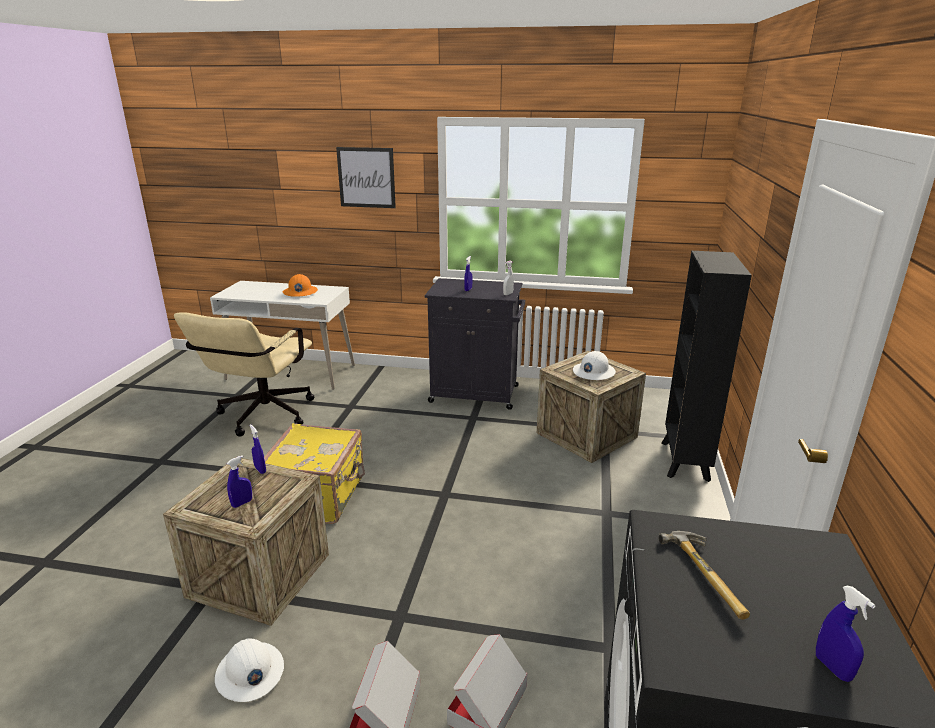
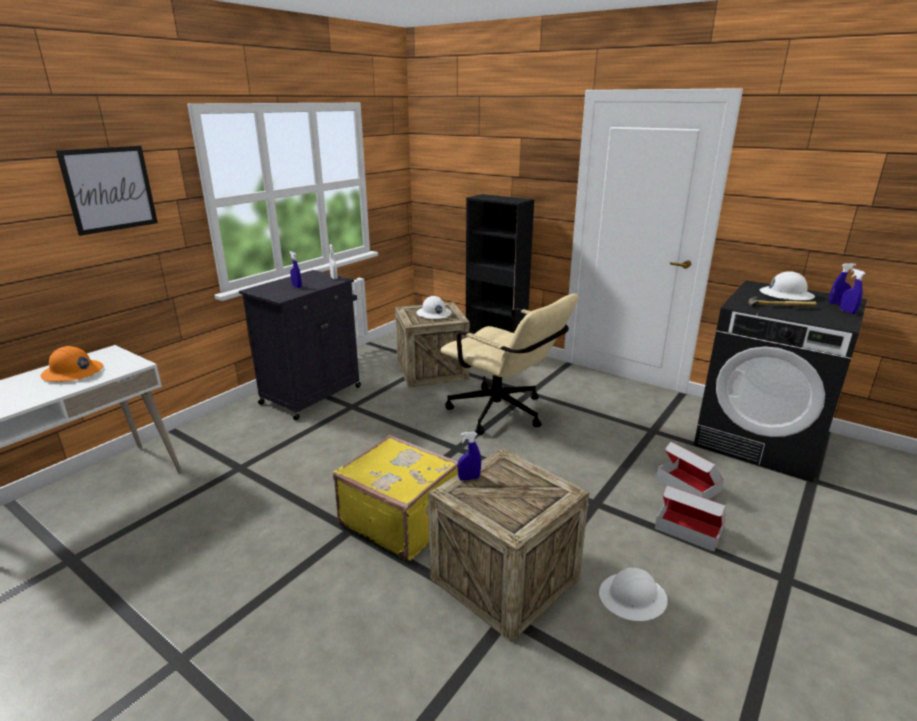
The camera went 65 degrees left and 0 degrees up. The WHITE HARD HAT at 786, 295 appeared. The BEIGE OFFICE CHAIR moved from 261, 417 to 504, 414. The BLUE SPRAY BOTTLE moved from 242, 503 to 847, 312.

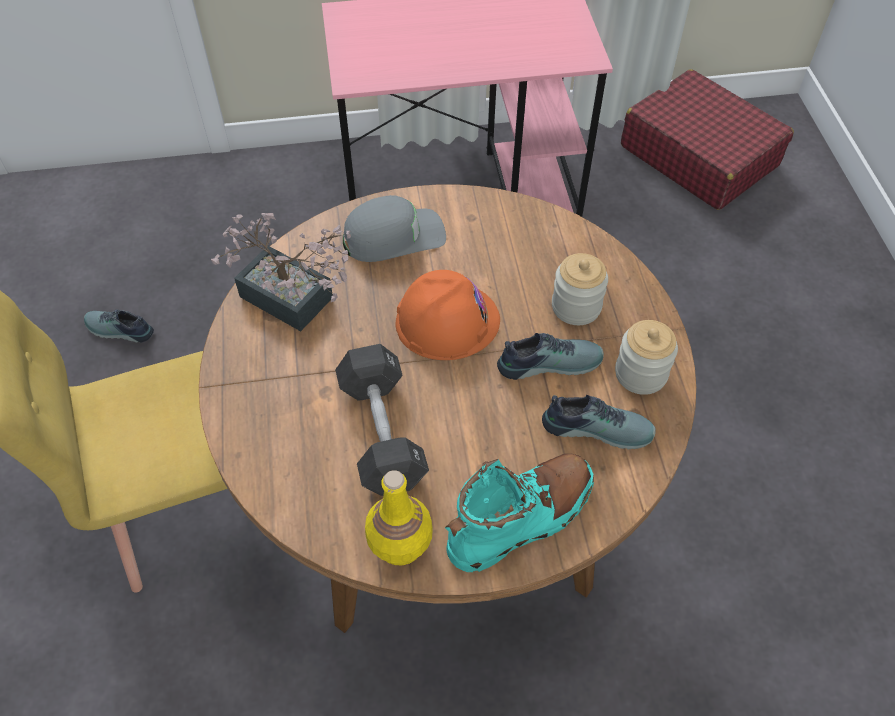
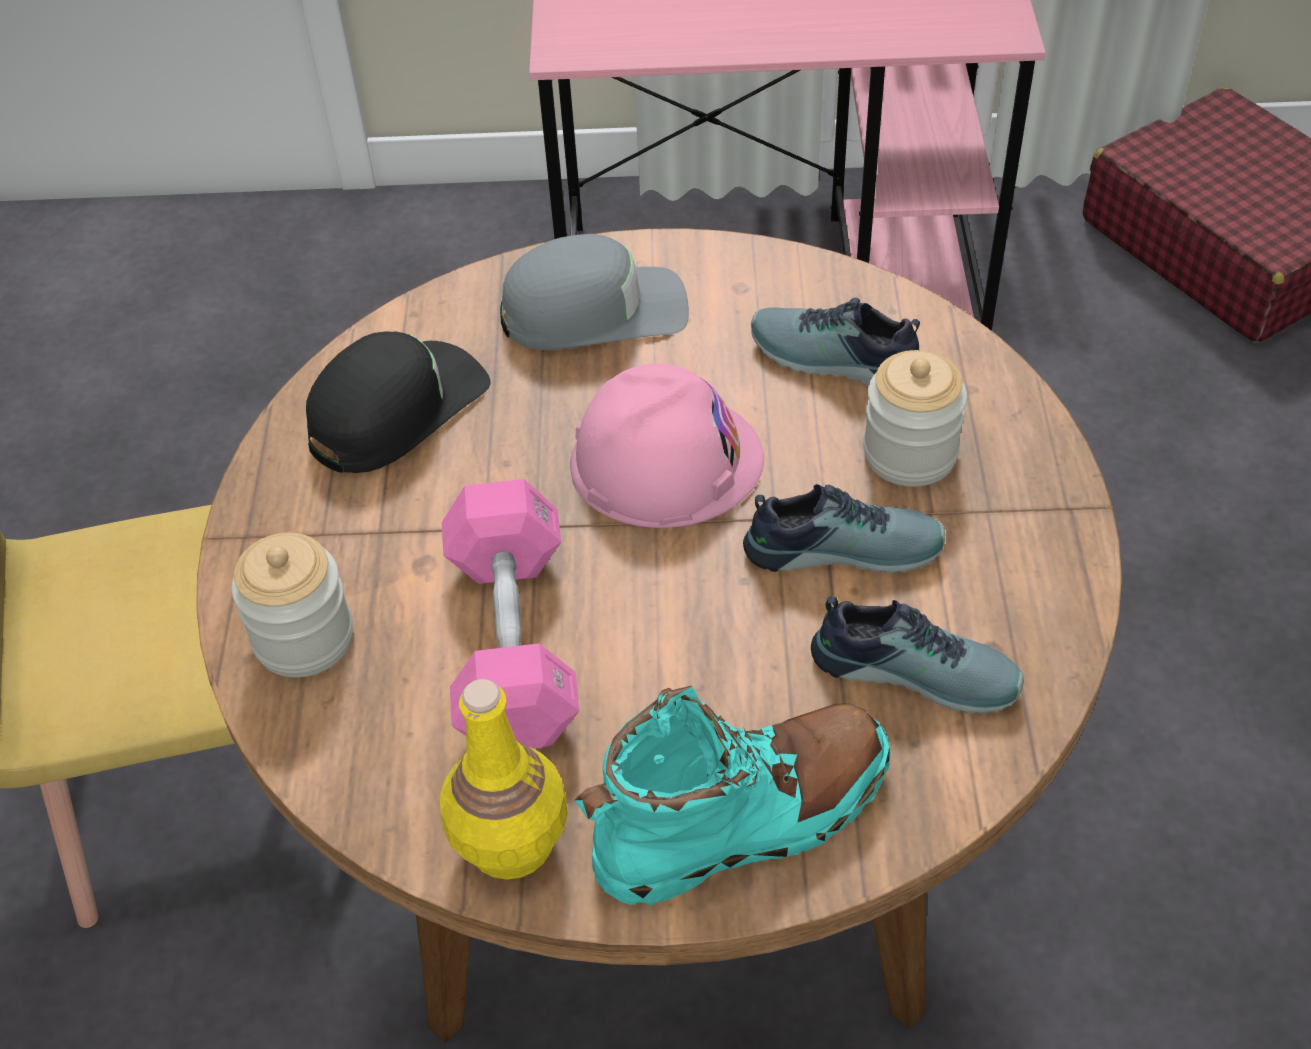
The camera went 10 degrees right and 5 degrees down. The SHOE moved from 119, 331 to 834, 360. The JAR moved from 641, 373 to 304, 638. The POTTED PLANT at 294, 302 was replaced by the BLACK CAP at 396, 409. The BLACK DUMBBELL at 382, 432 became the PINK DUMBBELL at 512, 643. The ORANGE HARD HAT at 447, 321 became the PINK HARD HAT at 665, 460.

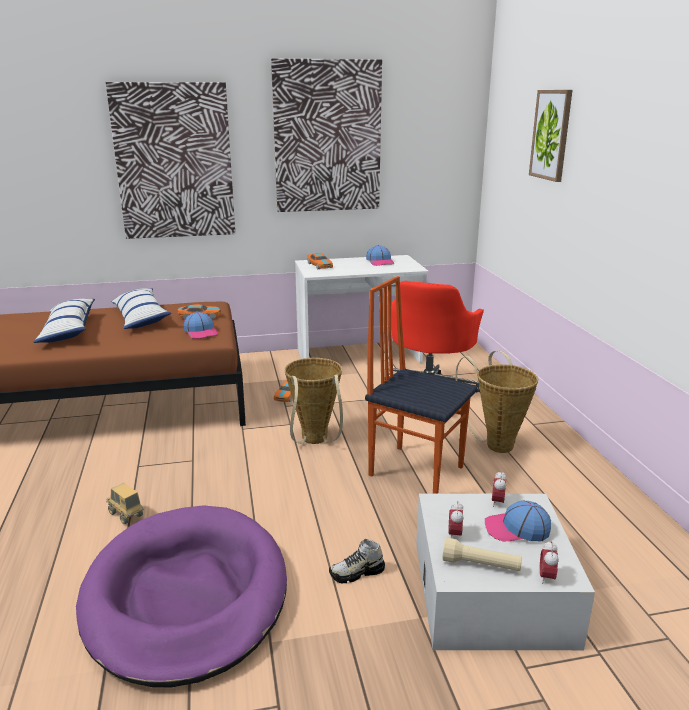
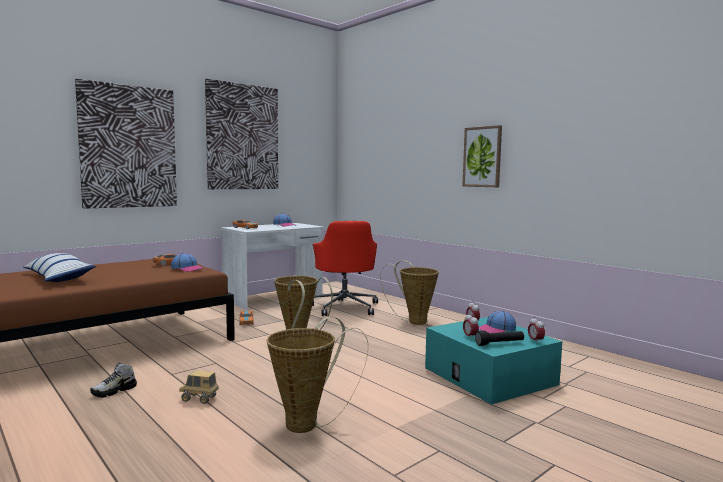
The camera went 30 degrees left and 15 degrees down. The PILLOW at 140, 318 disappeared. The CHAIR at 416, 470 disappeared. The SHOE moved from 357, 573 to 114, 391. The PICTURE moved from 551, 135 to 482, 157. The PURPLE DOG BED at 186, 596 was replaced by the BASKET at 309, 424. The WHITE STORAGE BOX at 491, 591 became the TURQUOISE STORAGE BOX at 489, 376. The BEIGE FLASHLIGHT at 481, 565 became the BLACK FLASHLIGHT at 500, 344.

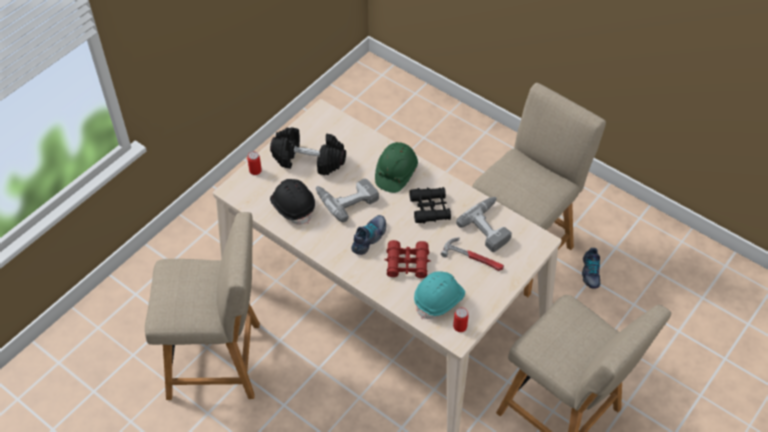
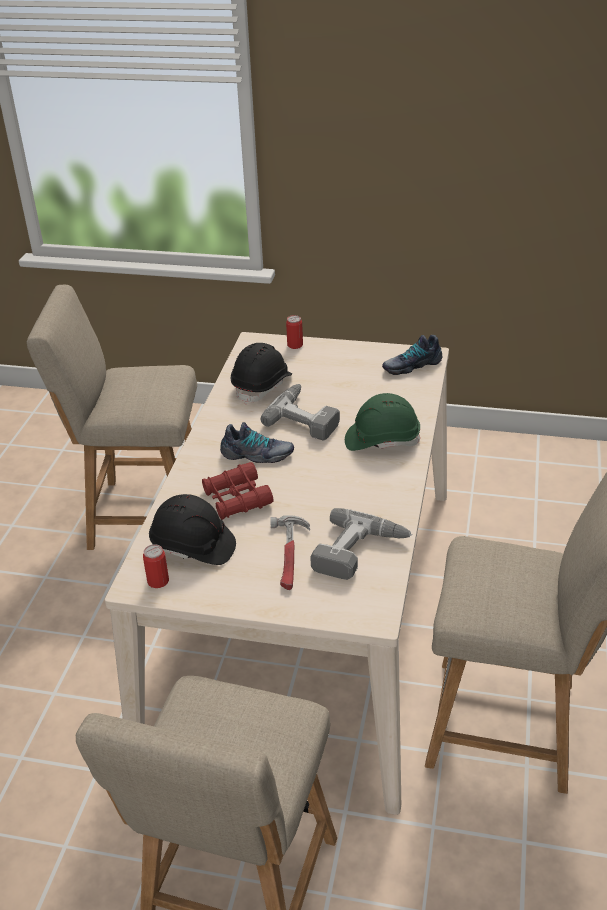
The camera went 65 degrees right and 15 degrees down. The BLACK DUMBBELL at 309, 160 disappeared. The BLACK BINOCULARS at 430, 208 disappeared. The SHOE moved from 590, 272 to 411, 365. The TURQUOISE HARD HAT at 439, 300 became the BLACK HARD HAT at 193, 547. The BEIGE CHAIR at 220, 360 turned 120 degrees clockwise.

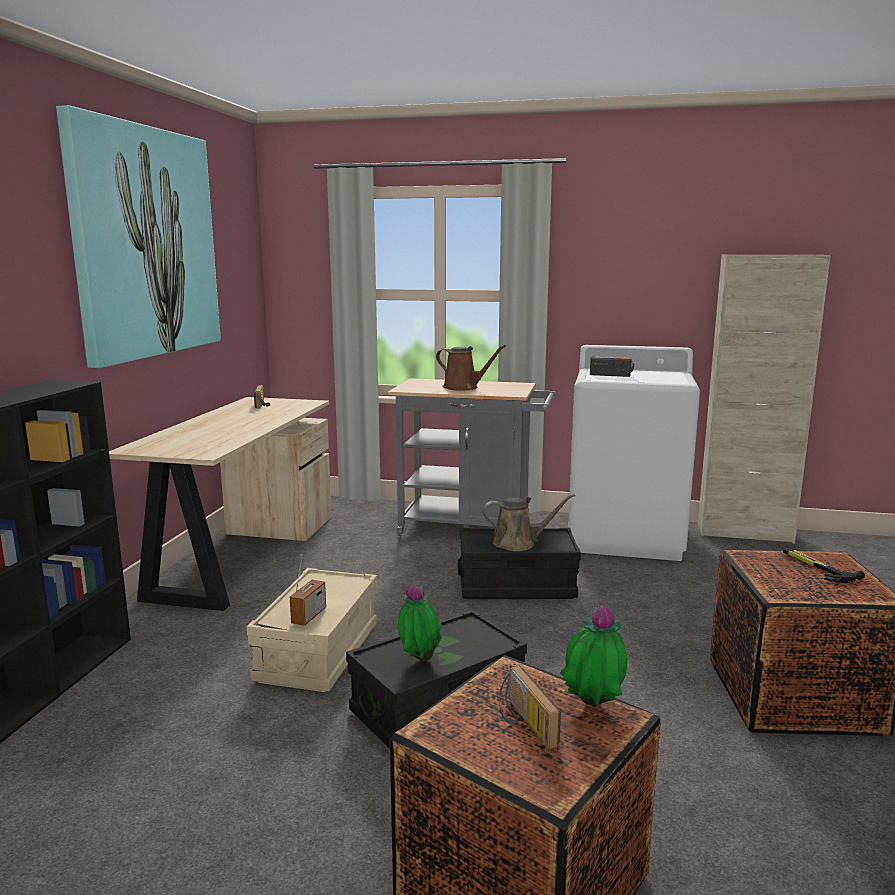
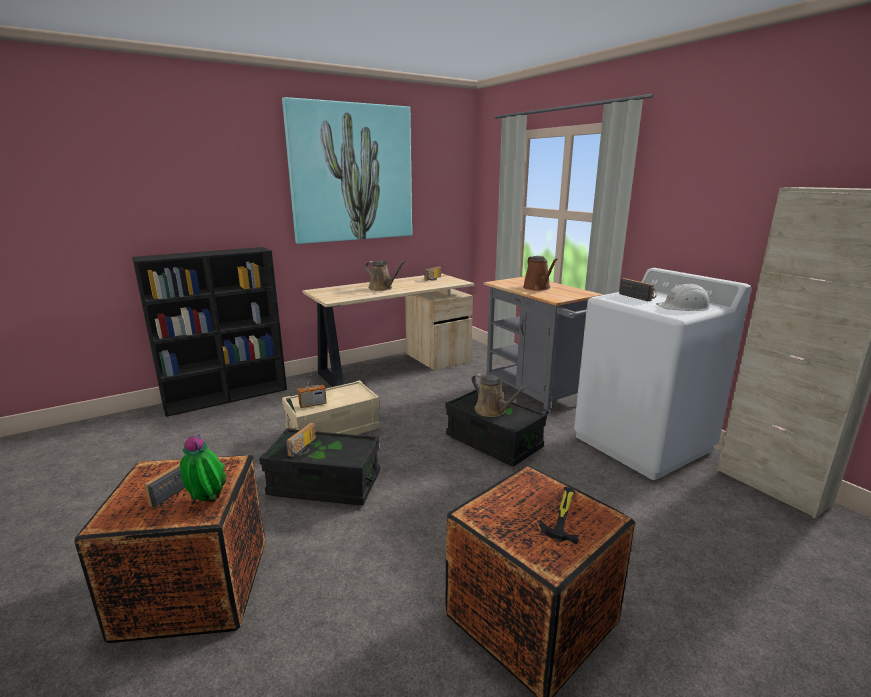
The camera went 45 degrees right and 5 degrees up. The BROWN WATERING CAN at 382, 288 appeared. The WHITE HARD HAT at 684, 307 appeared. The POTTED PLANT at 418, 660 was replaced by the RADIO at 304, 448.

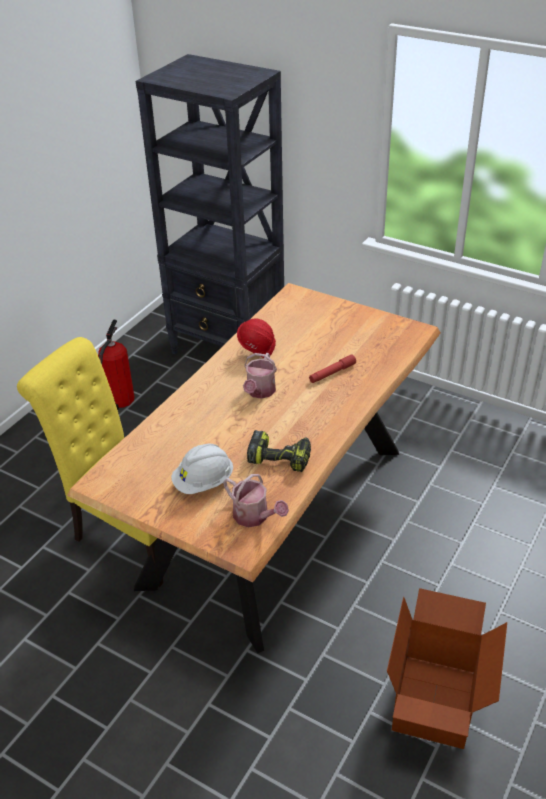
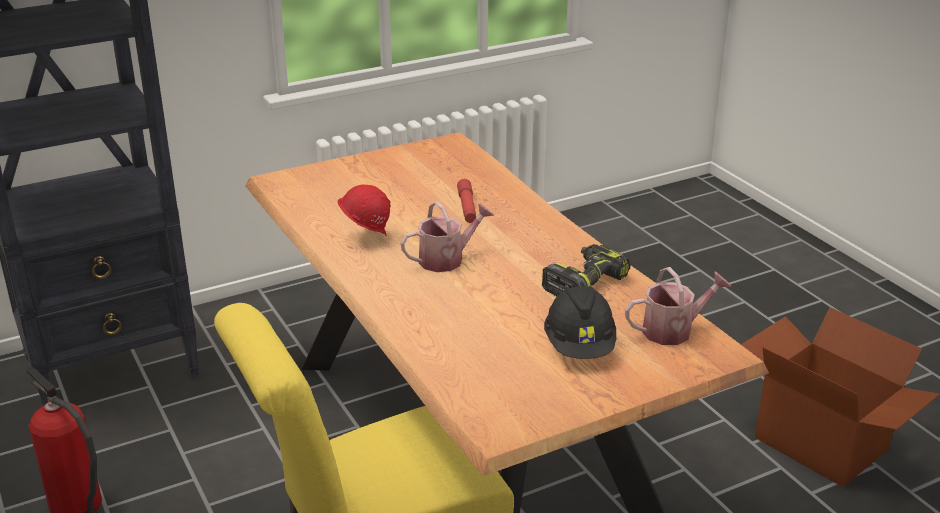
The camera went 60 degrees left and 10 degrees down. The WHITE HARD HAT at 204, 482 became the BLACK HARD HAT at 579, 346. The WATERING CAN at 259, 392 turned 75 degrees counterclockwise.

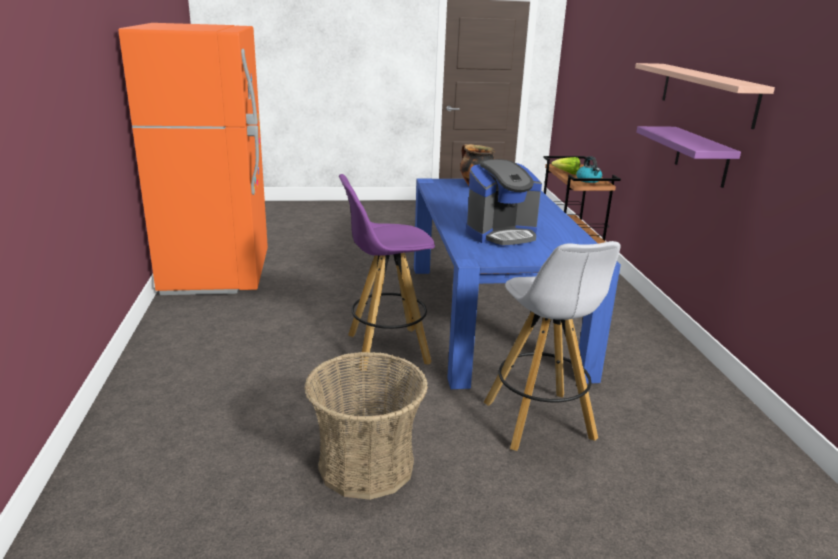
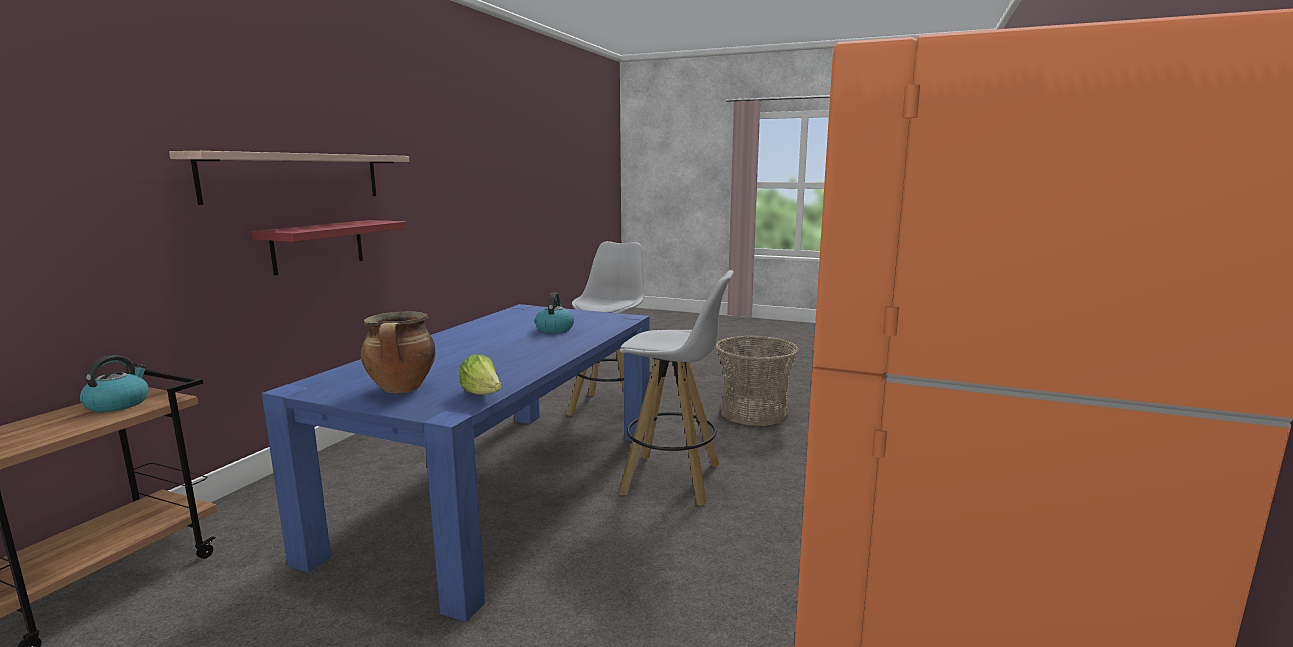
The camera went 150 degrees left and 10 degrees down. The LETTUCE moved from 567, 173 to 483, 395. The COFFEE MACHINE at 501, 234 was replaced by the KETTLE at 554, 329. The PURPLE STOOL at 386, 349 became the WHITE STOOL at 673, 479. The PURPLE SHELF at 702, 156 became the RED SHELF at 318, 246.

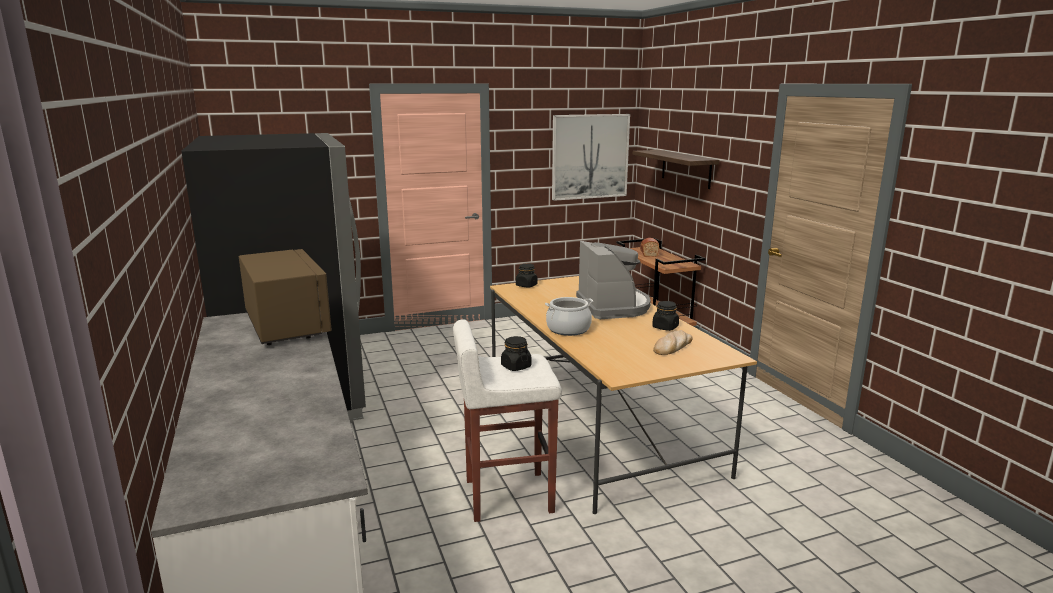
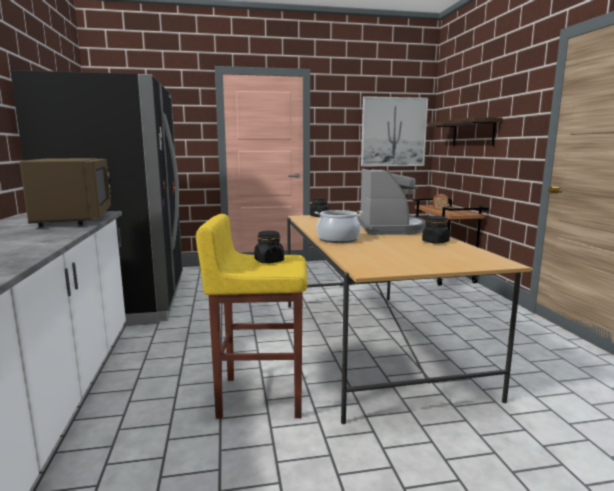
The camera went 10 degrees right and 5 degrees down. The BREAD at 672, 346 disappeared. The WHITE STOOL at 507, 495 became the YELLOW STOOL at 260, 396.

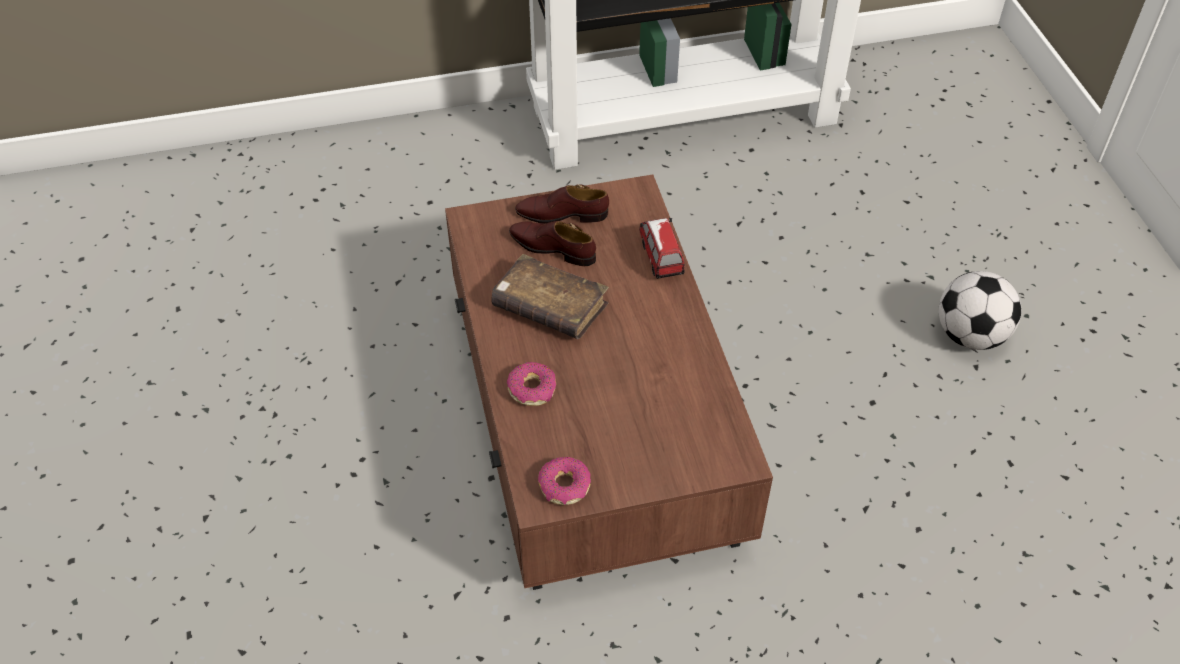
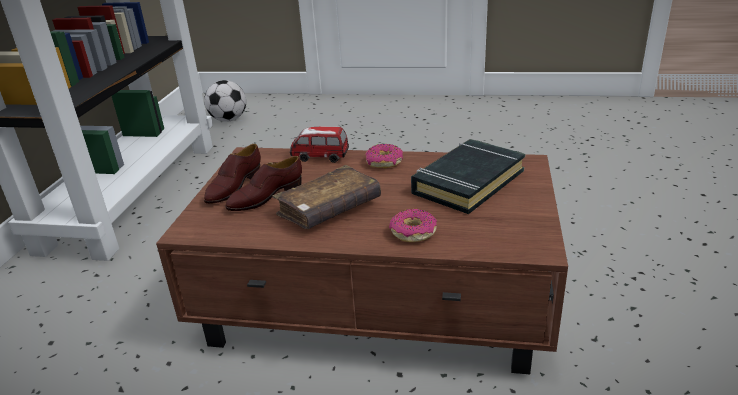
The camera went 65 degrees left and 20 degrees down. The BLACK BOOK at 467, 182 appeared. The DONUT moved from 564, 486 to 384, 162. The FOOTBALL moved from 970, 335 to 228, 120.

